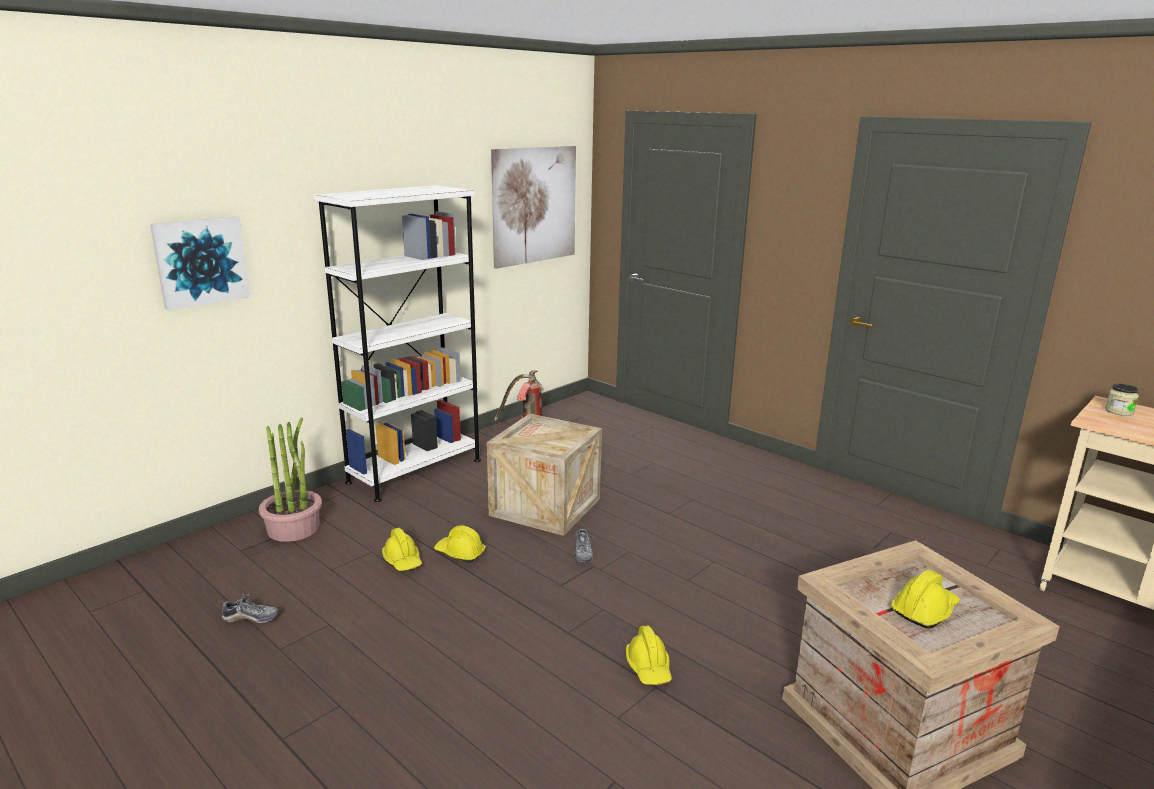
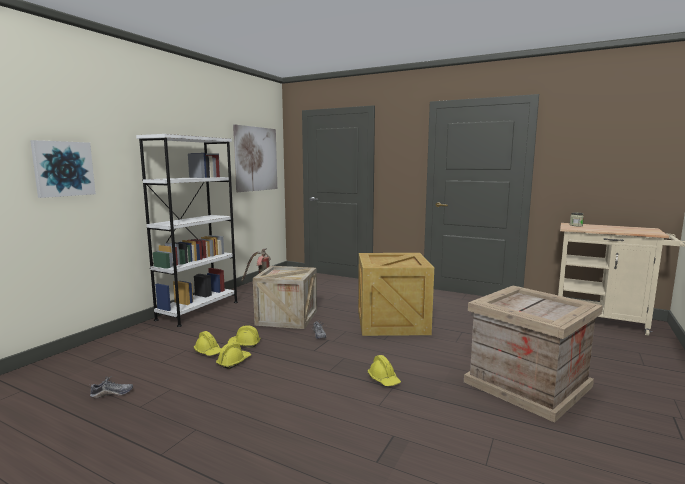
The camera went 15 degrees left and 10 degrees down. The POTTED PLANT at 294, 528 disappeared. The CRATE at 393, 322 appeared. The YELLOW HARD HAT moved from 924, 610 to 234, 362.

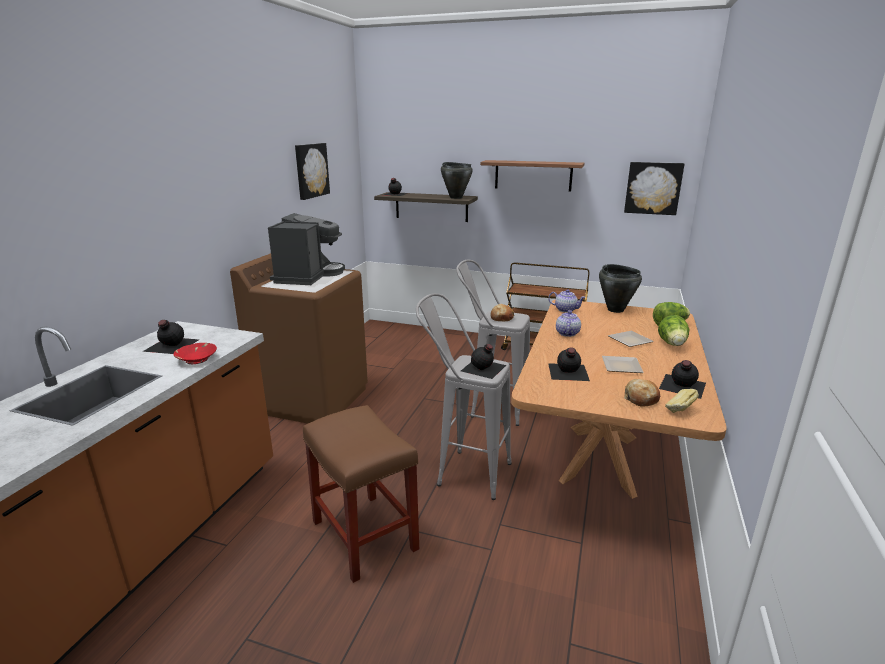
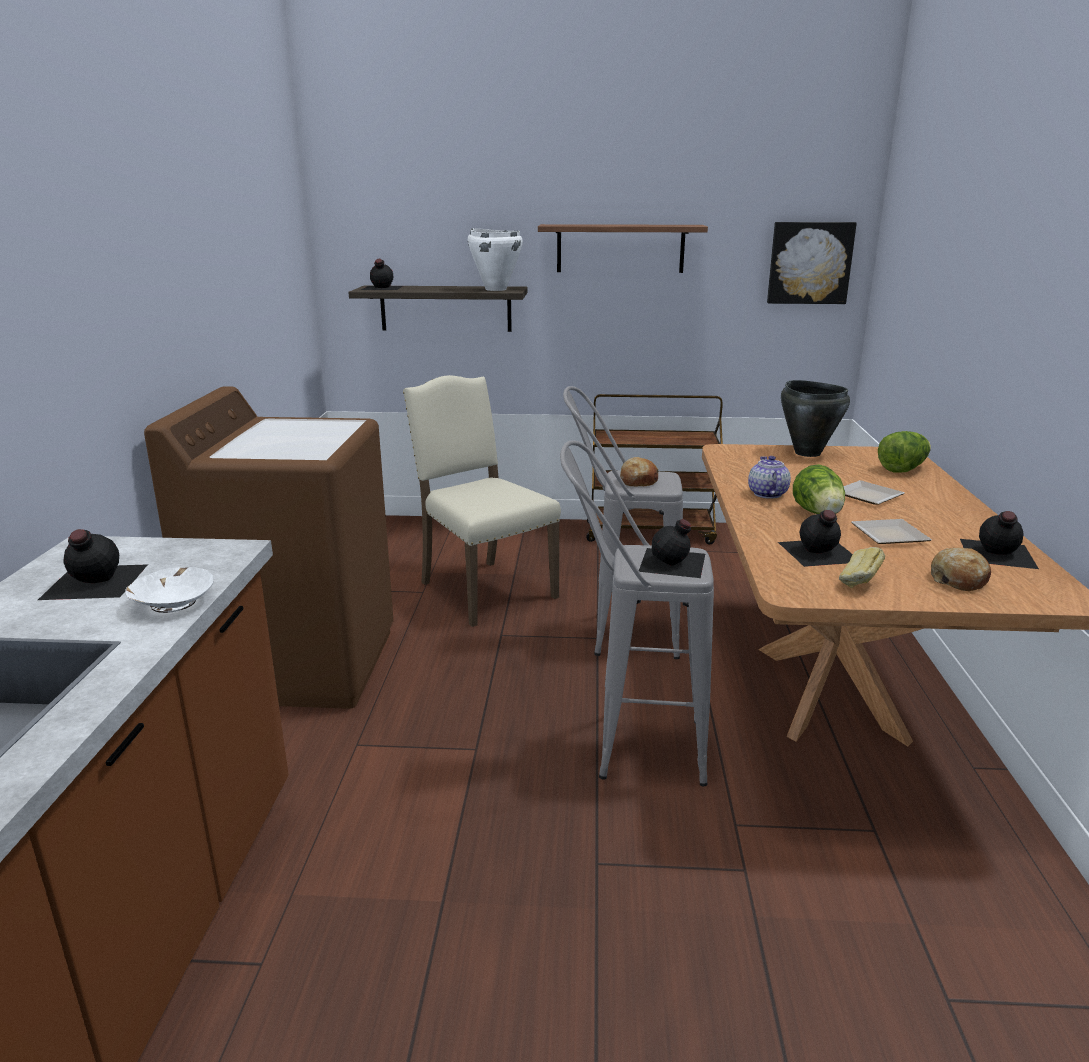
The camera went 15 degrees left and 0 degrees up. The COFFEE MACHINE at 308, 276 disappeared. The PICTURE at 311, 170 disappeared. The BROWN STOOL at 365, 536 disappeared. The TEAPOT at 566, 310 disappeared. The BEIGE CHAIR at 483, 589 appeared. The LETTUCE moved from 672, 344 to 819, 514. The BREAD moved from 680, 410 to 859, 583. The RED BOWL at 196, 359 became the WHITE BOWL at 172, 602. The BLACK COOKING POT at 456, 197 became the WHITE COOKING POT at 495, 289.

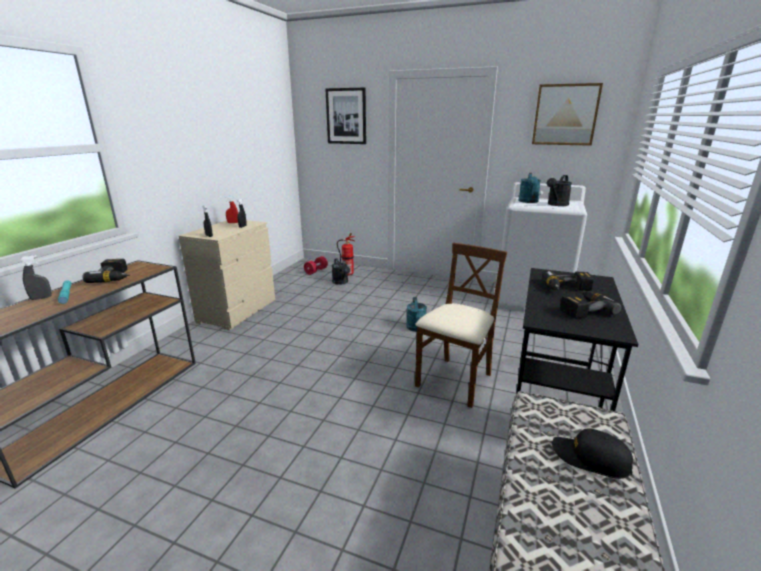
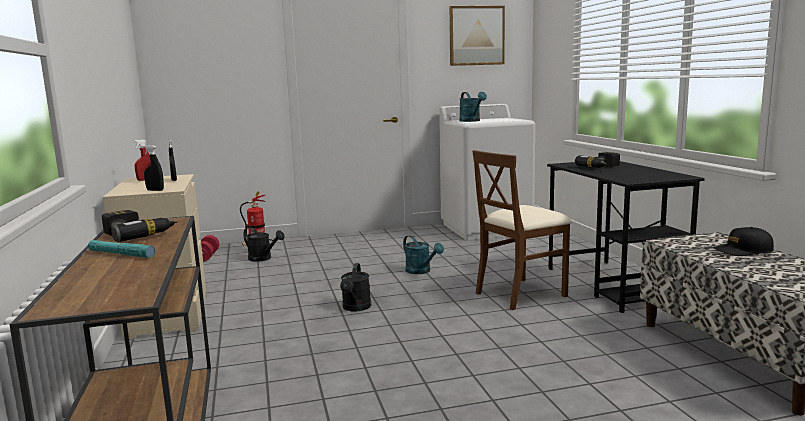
The camera went 35 degrees left and 10 degrees down. The GREY SPRAY BOTTLE at 41, 298 disappeared. The PICTURE at 346, 116 disappeared. The POWER DRILL at 582, 309 disappeared. The BLACK WATERING CAN moved from 556, 205 to 356, 308. The BROWN CHAIR at 455, 381 turned 120 degrees counterclockwise.

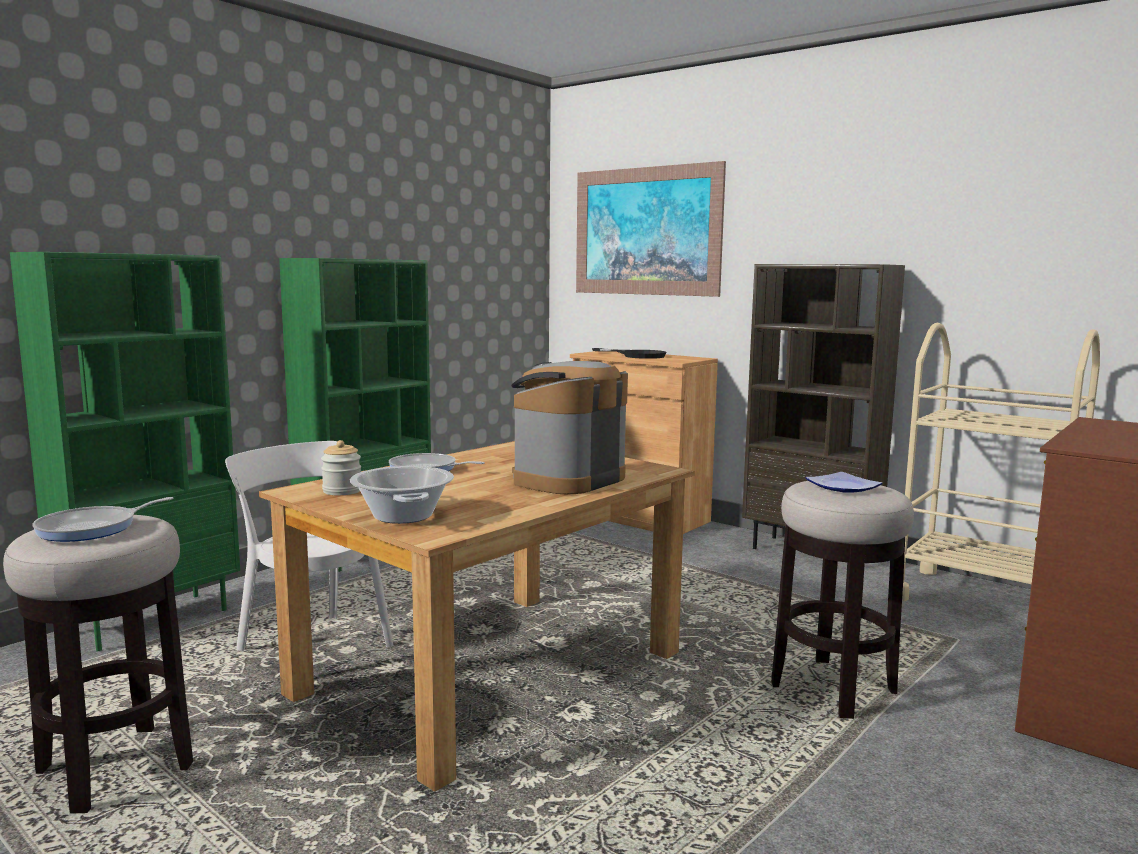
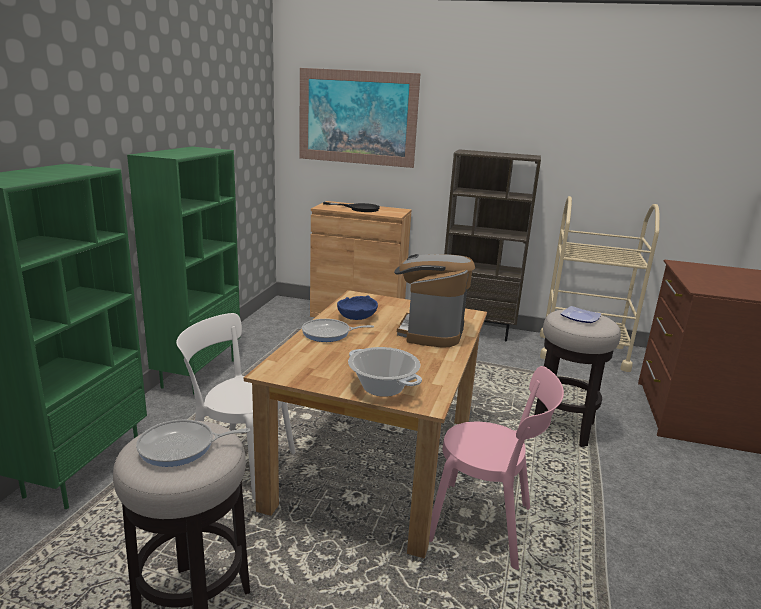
The camera went 25 degrees left and 10 degrees up. The JAR at 342, 491 disappeared. The BLUE BOWL at 356, 317 appeared. The PINK CHAIR at 486, 525 appeared. The FRYING PAN at 92, 528 turned 60 degrees clockwise.

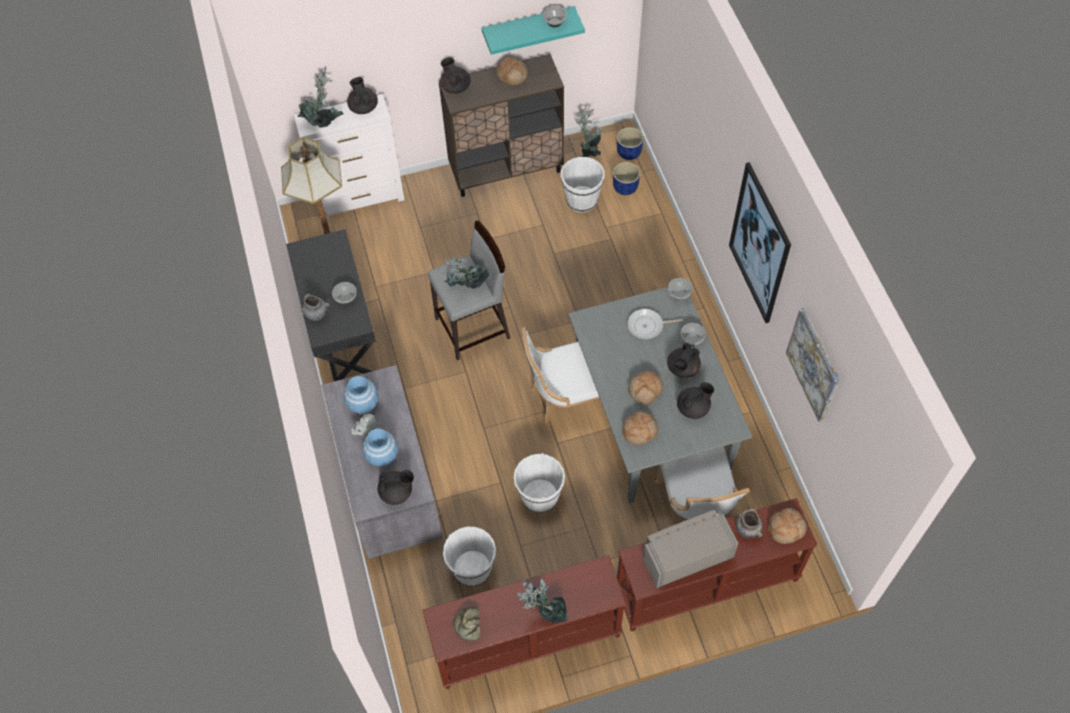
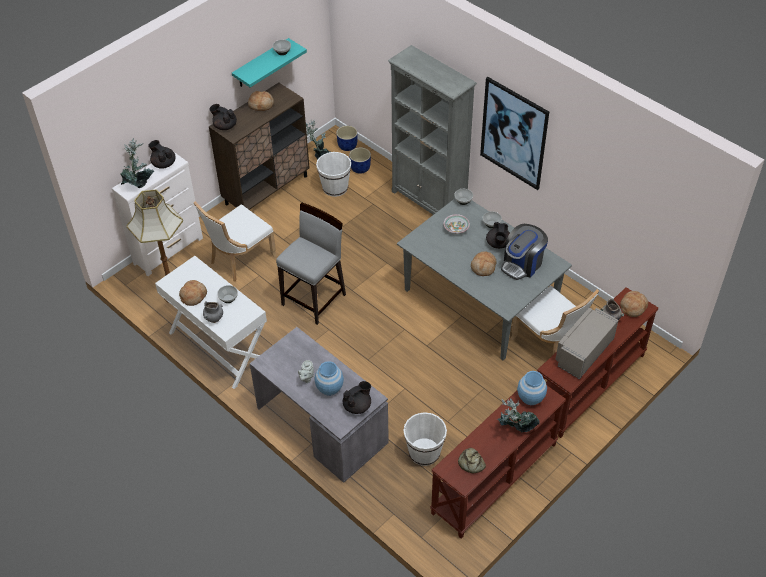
The camera went 30 degrees left and 10 degrees down. The POTTED PLANT at 466, 288 disappeared. The WHITE BUCKET at 539, 496 disappeared. The PICTURE at 813, 364 disappeared. The GREY BOOKCASE at 429, 202 appeared. The BLUE VASE moved from 363, 404 to 530, 397. The WHITE CHAIR moved from 566, 399 to 240, 259. The BREAD moved from 639, 430 to 193, 296. The FRYING PAN at 647, 326 was replaced by the BOWL at 456, 228. The BLACK TEAPOT at 693, 408 was replaced by the COFFEE MACHINE at 522, 264. The BLACK DESK at 342, 337 became the WHITE DESK at 219, 346.

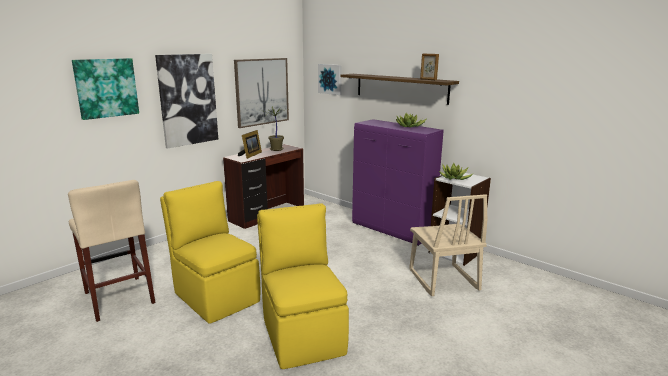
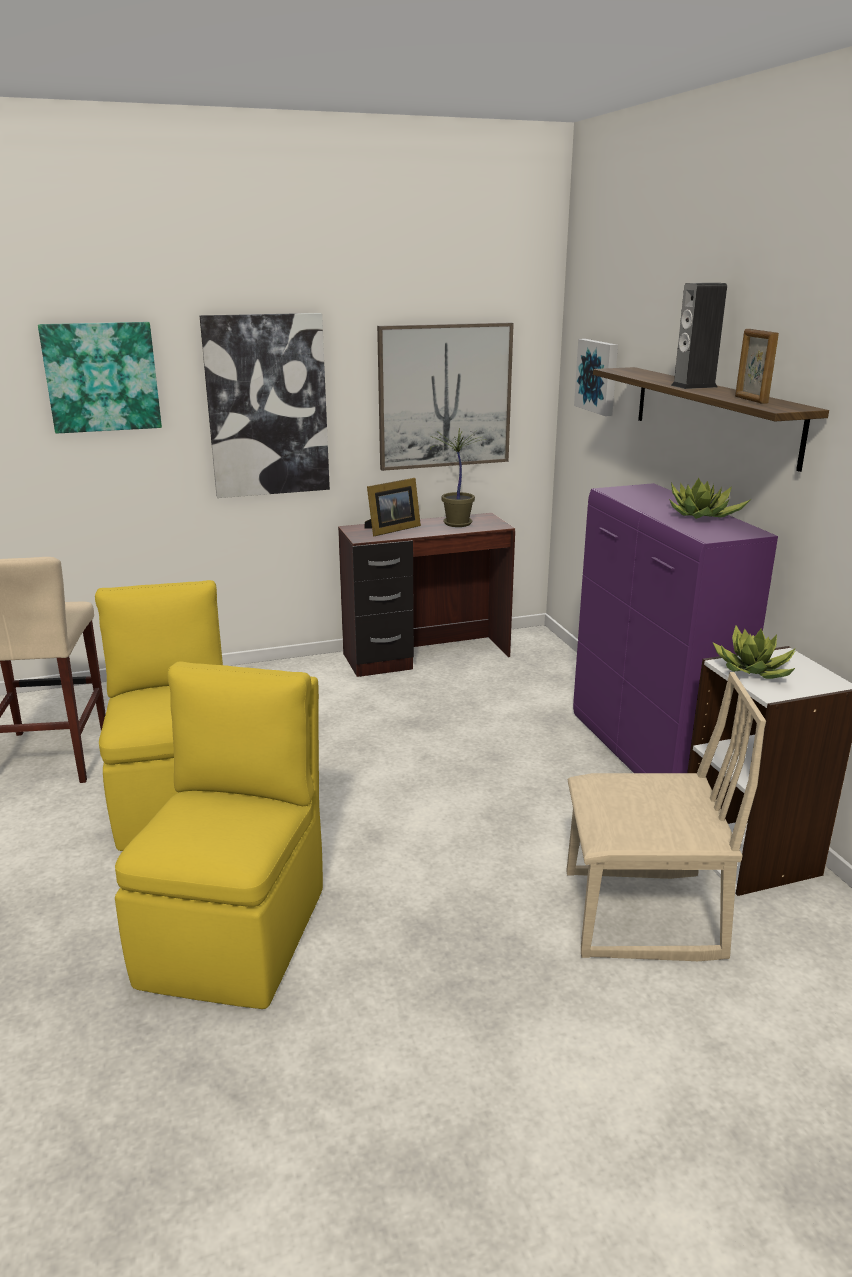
The camera went 30 degrees right and 5 degrees up. The SPEAKER at 694, 386 appeared. The BEIGE CHAIR at 442, 280 turned 105 degrees counterclockwise.

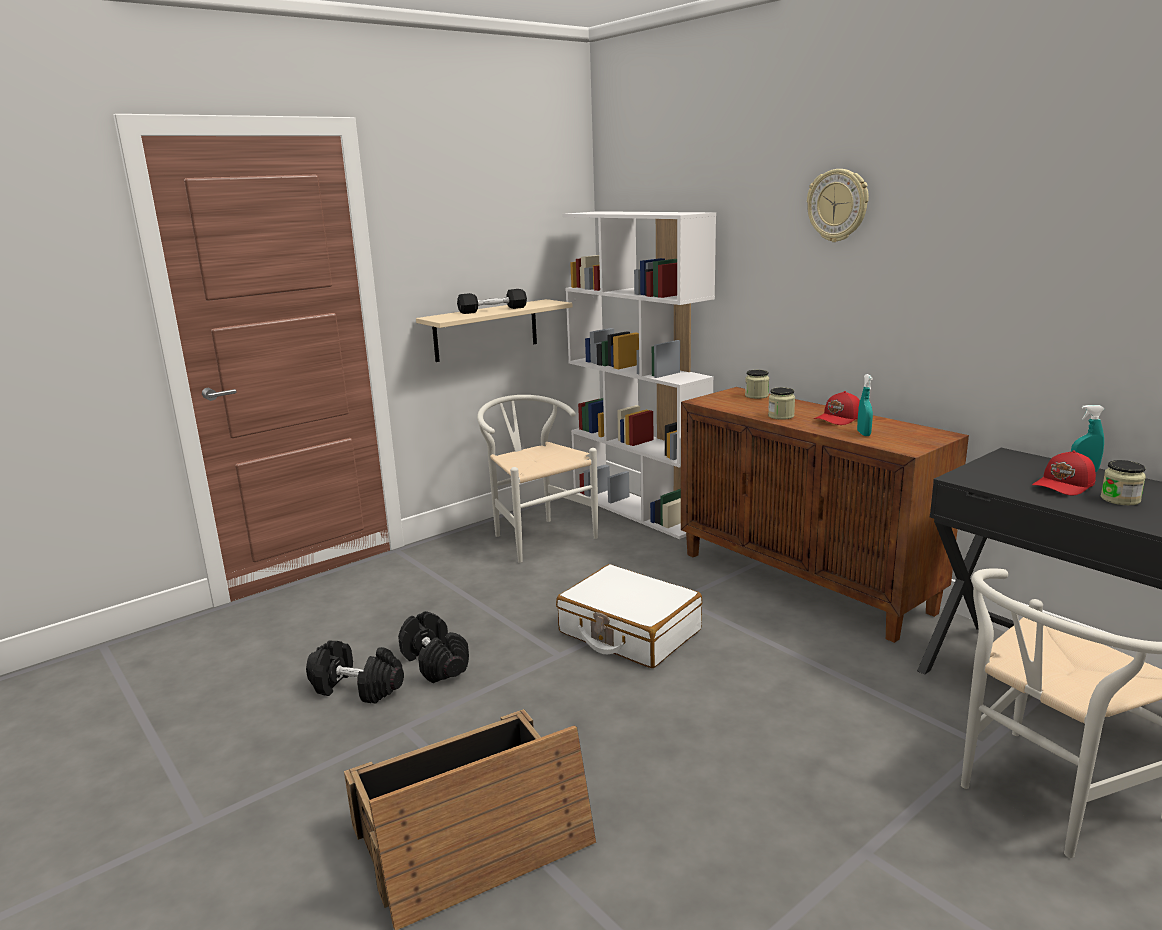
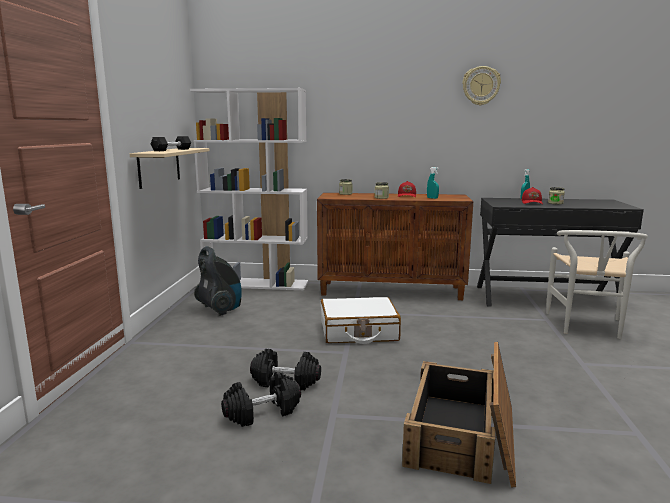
The camera went 45 degrees left and 5 degrees down. The WALL CLOCK moved from 838, 205 to 481, 86. The WHITE CHAIR at 537, 536 was replaced by the VACUUM CLEANER at 220, 309.

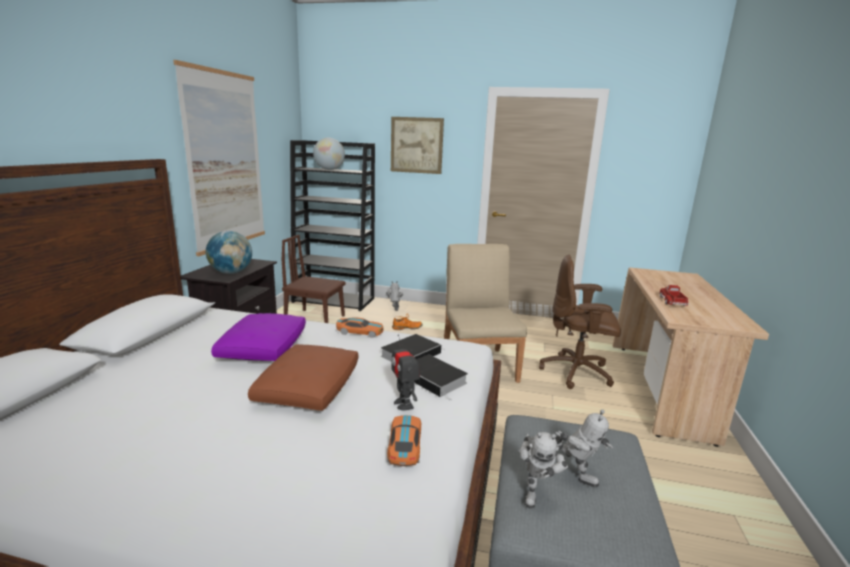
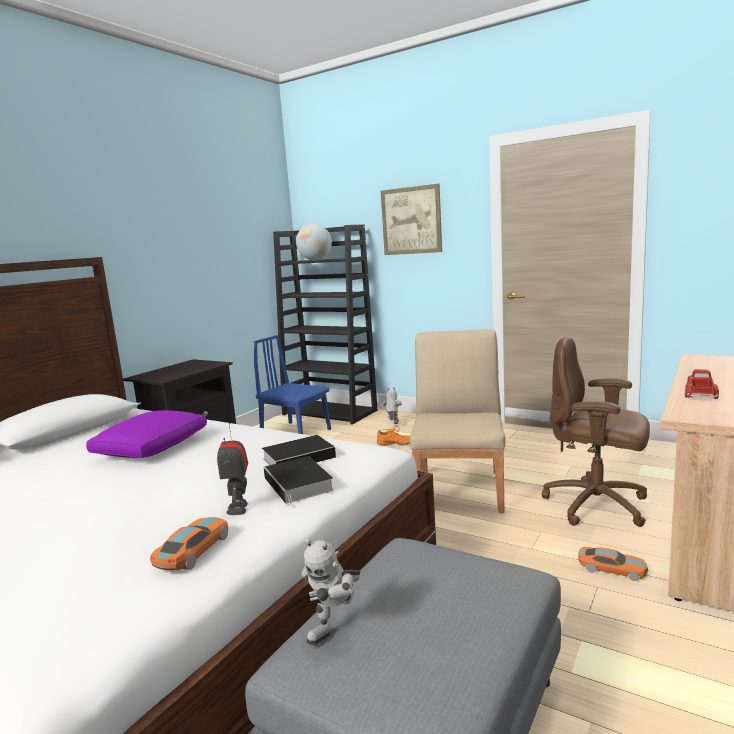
The camera went 20 degrees right and 5 degrees down. The PICTURE at 225, 161 disappeared. The GLOBE at 231, 273 disappeared. The BROWN PILLOW at 309, 388 disappeared. The TOY ROBOT at 574, 474 disappeared. The TOY CAR moved from 360, 332 to 612, 569. The BROWN CHAIR at 315, 319 became the BLUE CHAIR at 296, 432.

